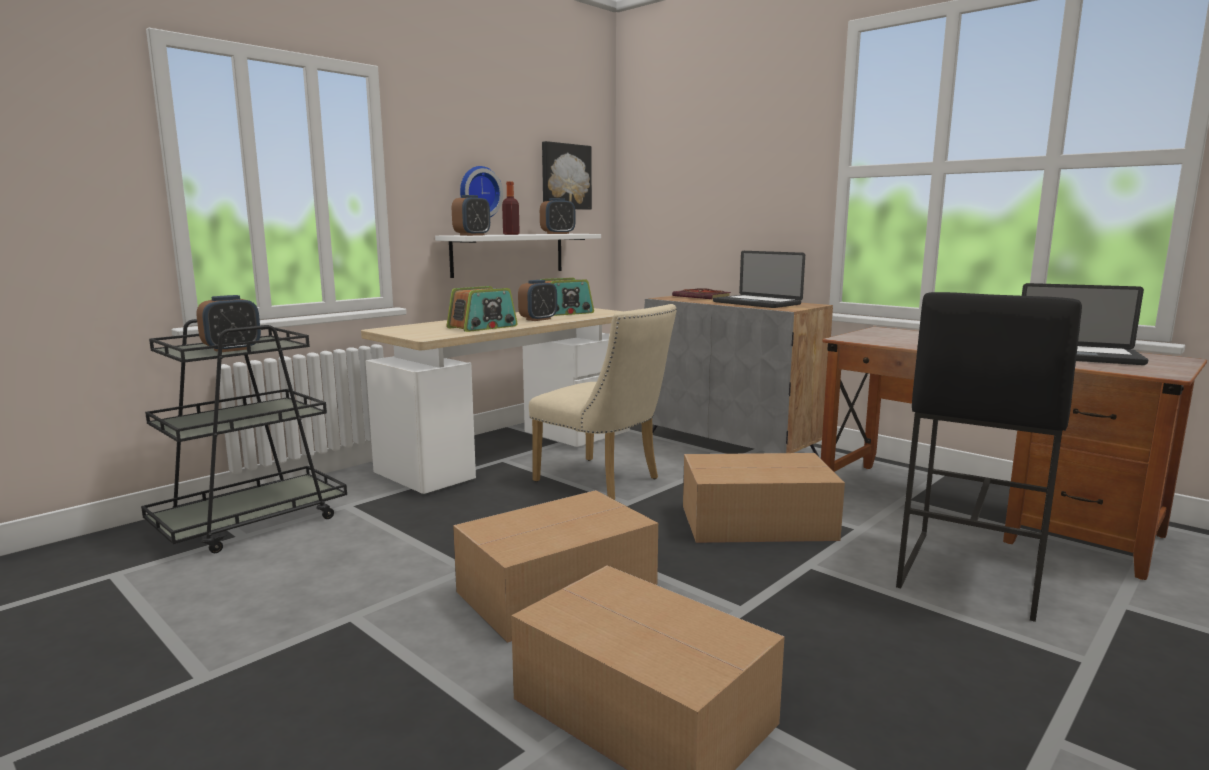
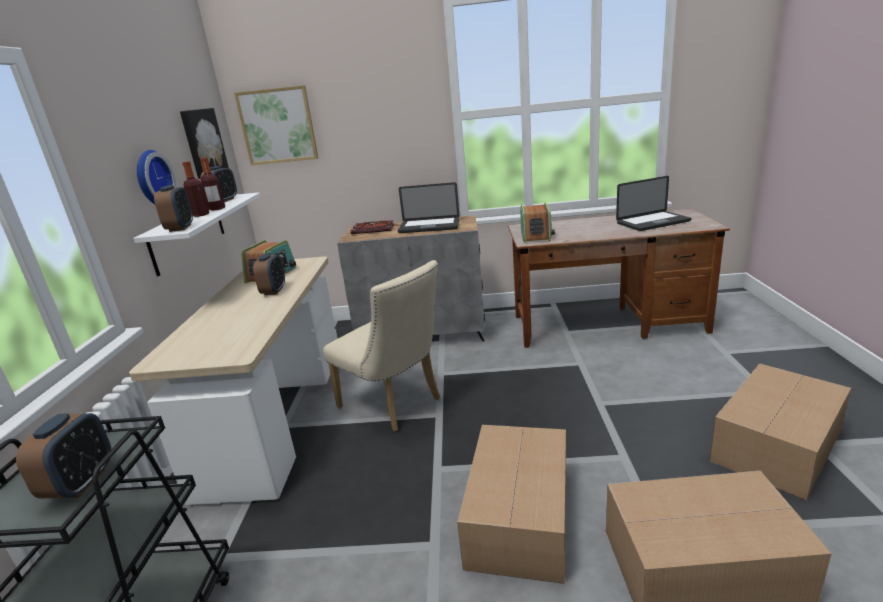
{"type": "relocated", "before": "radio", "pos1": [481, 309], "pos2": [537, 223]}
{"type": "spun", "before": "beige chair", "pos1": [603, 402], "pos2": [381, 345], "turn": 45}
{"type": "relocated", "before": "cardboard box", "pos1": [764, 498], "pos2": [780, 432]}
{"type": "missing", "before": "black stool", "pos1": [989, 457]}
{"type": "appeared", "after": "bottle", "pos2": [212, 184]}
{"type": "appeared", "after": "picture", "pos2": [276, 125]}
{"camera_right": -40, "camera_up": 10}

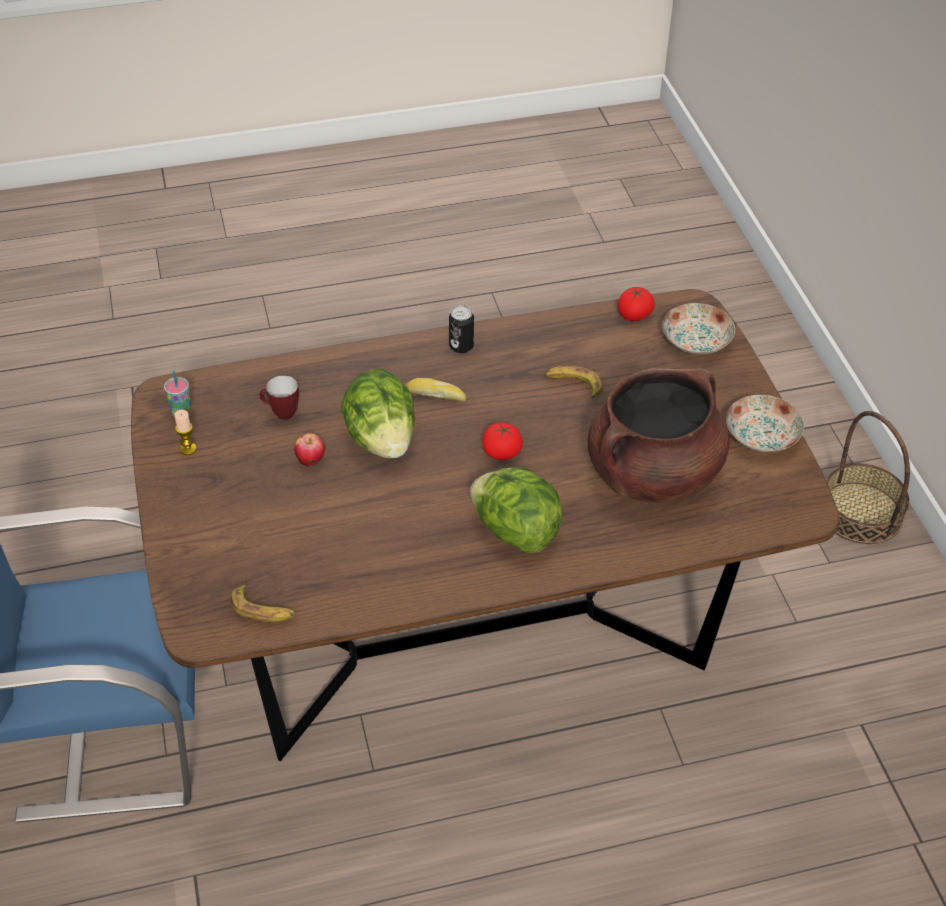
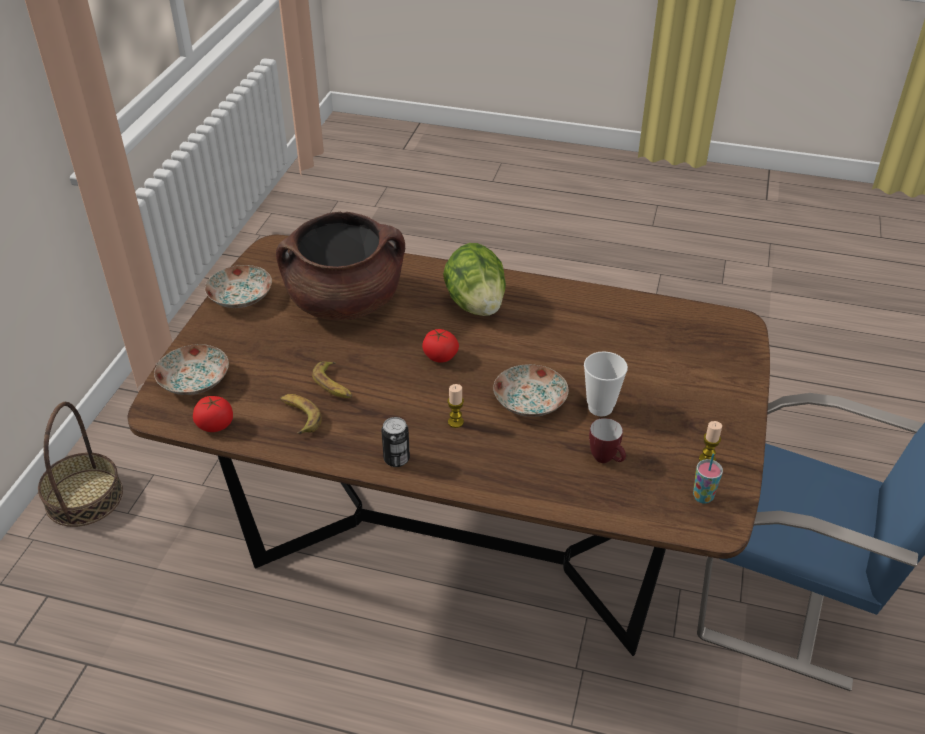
{"type": "relocated", "before": "banana", "pos1": [263, 602], "pos2": [301, 414]}
{"type": "exchanged", "before": "apple", "after": "cup", "pos1": [309, 450], "pos2": [606, 384]}
{"type": "exchanged", "before": "lettuce", "after": "plate", "pos1": [378, 414], "pos2": [531, 390]}
{"type": "exchanged", "before": "bread", "after": "candle", "pos1": [436, 390], "pos2": [455, 406]}
{"camera_right": -150, "camera_up": -5}

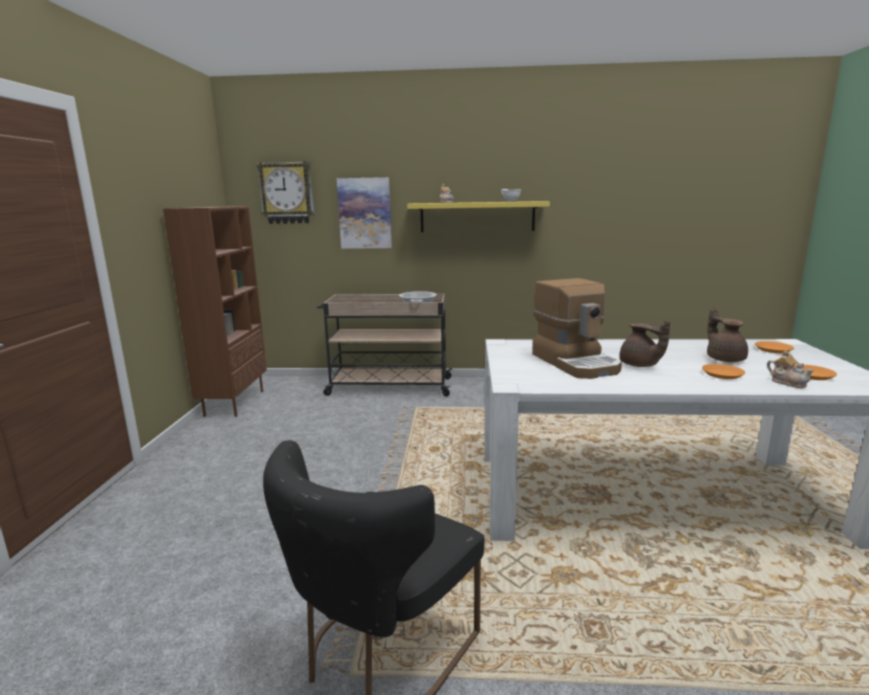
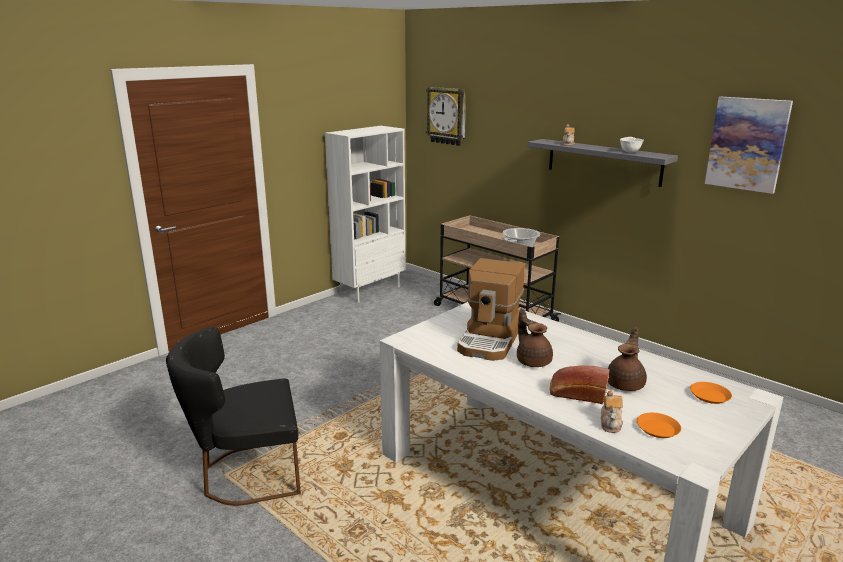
{"type": "colour", "before": "brown bookcase", "after": "white bookcase", "pos1": [215, 311], "pos2": [365, 214]}
{"type": "relocated", "before": "picture", "pos1": [364, 213], "pos2": [749, 145]}
{"type": "colour", "before": "yellow shelf", "after": "grey shelf", "pos1": [478, 216], "pos2": [602, 163]}
{"type": "spun", "before": "brown teapot", "pos1": [644, 344], "pos2": [535, 337], "turn": 150}
{"type": "exchanged", "before": "orange plate", "after": "bread", "pos1": [723, 371], "pos2": [580, 384]}
{"camera_right": 40, "camera_up": 5}

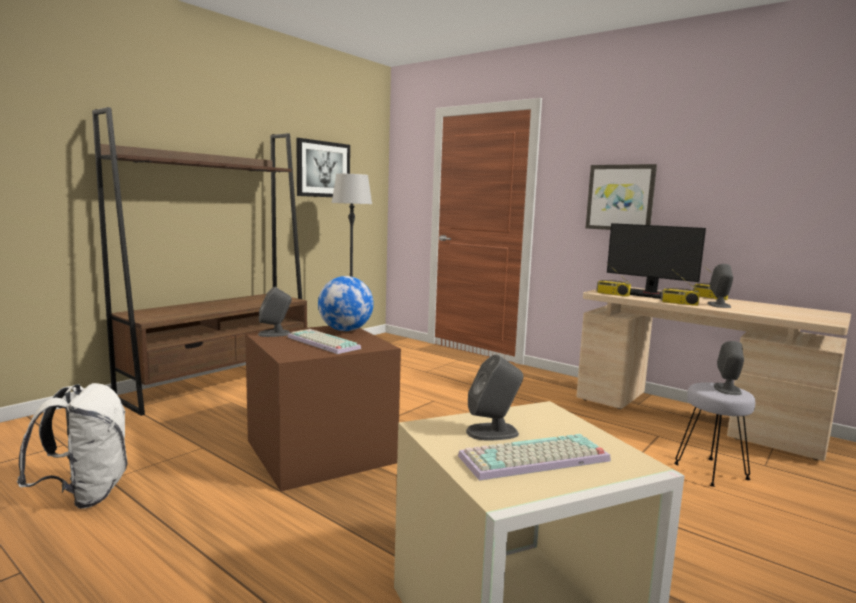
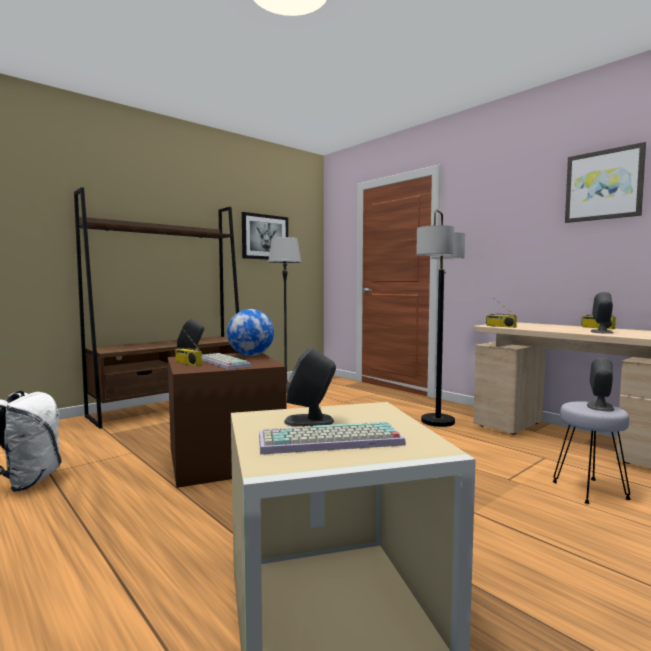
{"type": "relocated", "before": "picture", "pos1": [621, 197], "pos2": [605, 182]}
{"type": "missing", "before": "monitor", "pos1": [656, 261]}
{"type": "relocated", "before": "radio", "pos1": [680, 288], "pos2": [188, 347]}
{"type": "appeared", "after": "floor lamp", "pos2": [440, 318]}
{"camera_right": 10, "camera_up": -5}

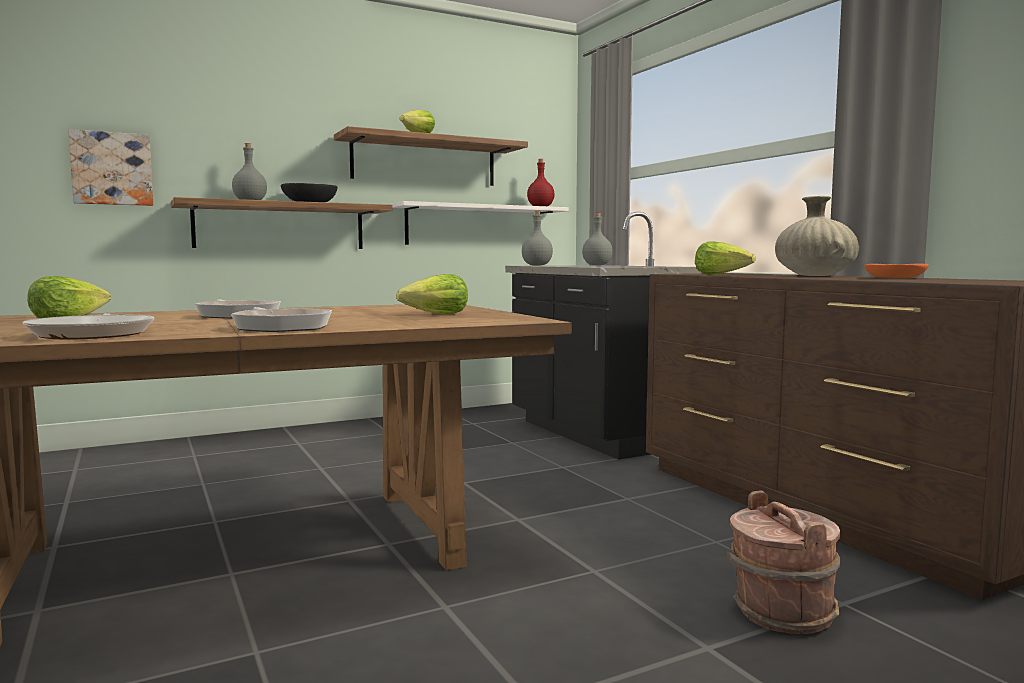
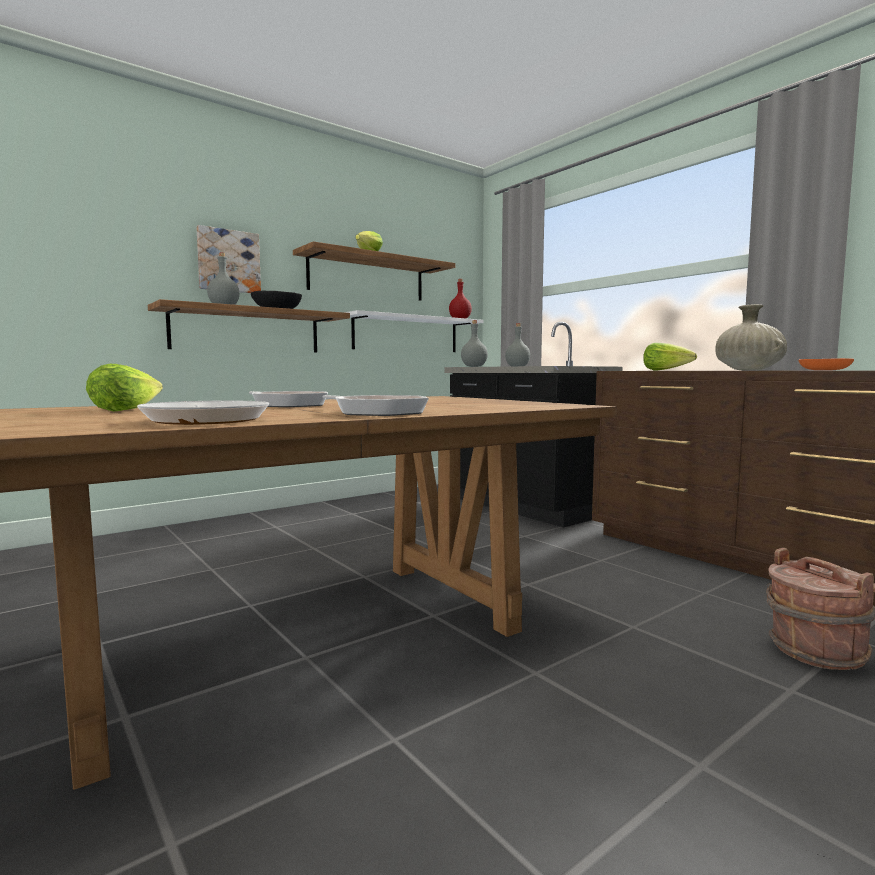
{"type": "relocated", "before": "picture", "pos1": [110, 167], "pos2": [228, 259]}
{"type": "missing", "before": "lettuce", "pos1": [432, 294]}
{"camera_right": -10, "camera_up": 0}

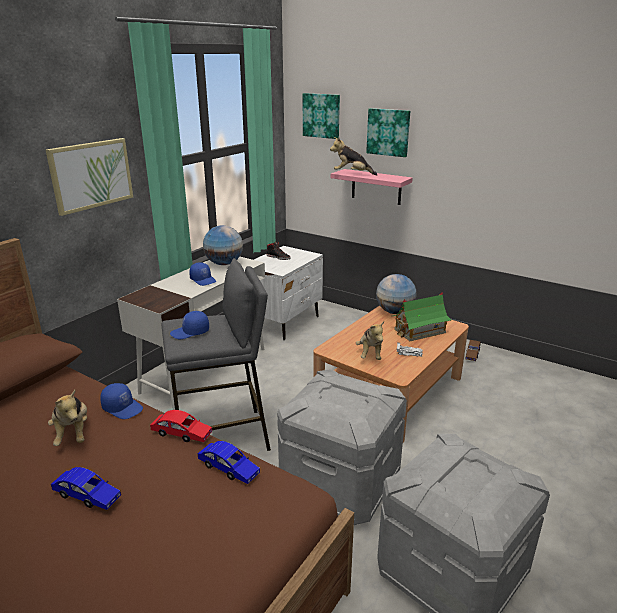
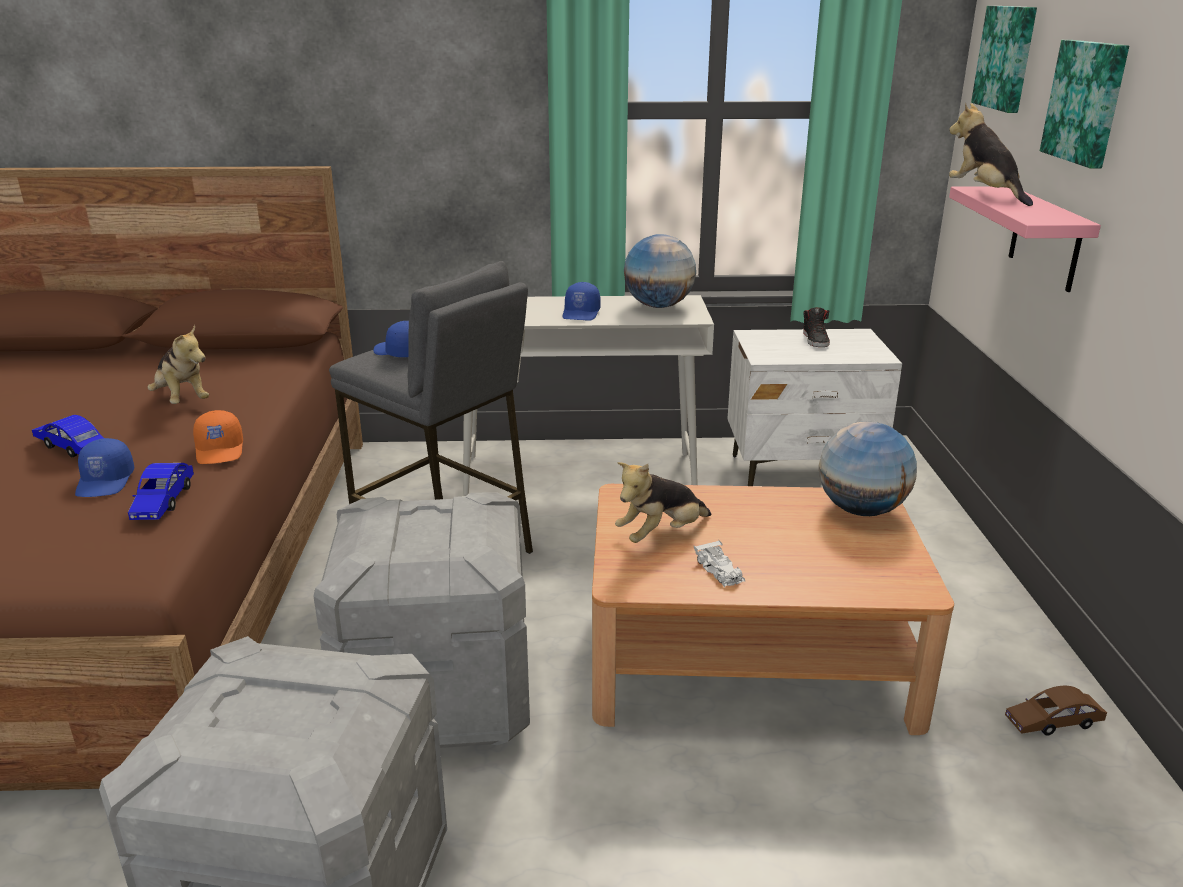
{"type": "missing", "before": "picture", "pos1": [89, 177]}
{"type": "spun", "before": "plush toy", "pos1": [67, 418], "pos2": [178, 364], "turn": -75}
{"type": "spun", "before": "blue toy car", "pos1": [86, 488], "pos2": [68, 436], "turn": 135}
{"type": "relocated", "before": "blue cap", "pos1": [121, 401], "pos2": [104, 467]}
{"type": "exchanged", "before": "red toy car", "after": "orange cap", "pos1": [181, 426], "pos2": [218, 437]}
{"type": "missing", "before": "toy house", "pos1": [422, 316]}
{"camera_right": 55, "camera_up": 0}

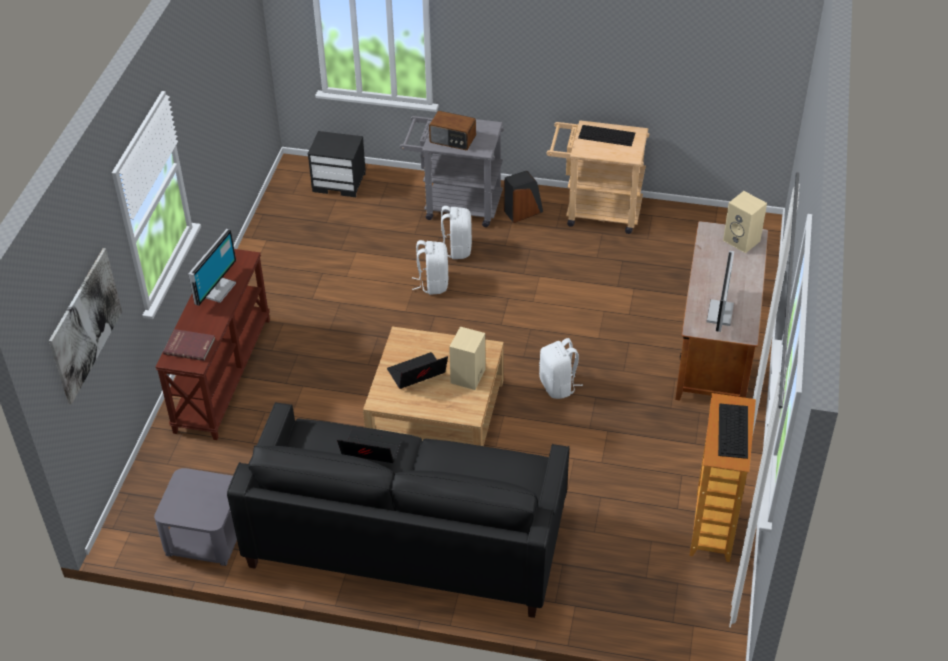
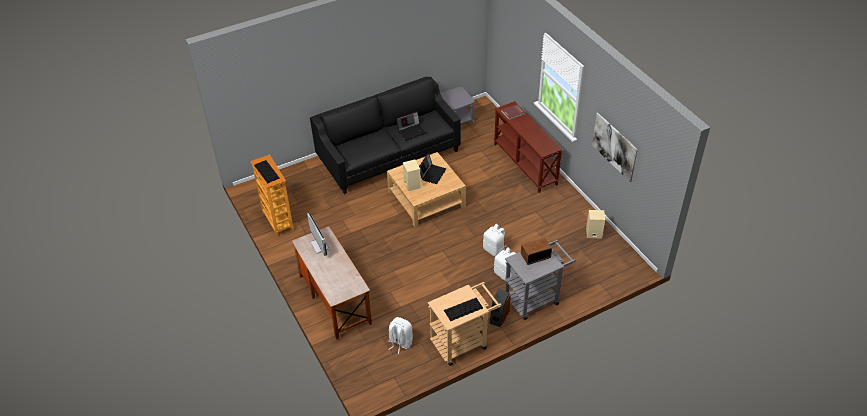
{"type": "relocated", "before": "picture", "pos1": [85, 326], "pos2": [615, 147]}
{"type": "missing", "before": "monitor", "pos1": [212, 267]}
{"type": "missing", "before": "black nightstand", "pos1": [337, 164]}
{"type": "relocated", "before": "white backpack", "pos1": [561, 368], "pos2": [401, 335]}
{"type": "relocated", "before": "beige speaker", "pos1": [745, 222], "pos2": [595, 224]}
{"camera_right": 140, "camera_up": 0}

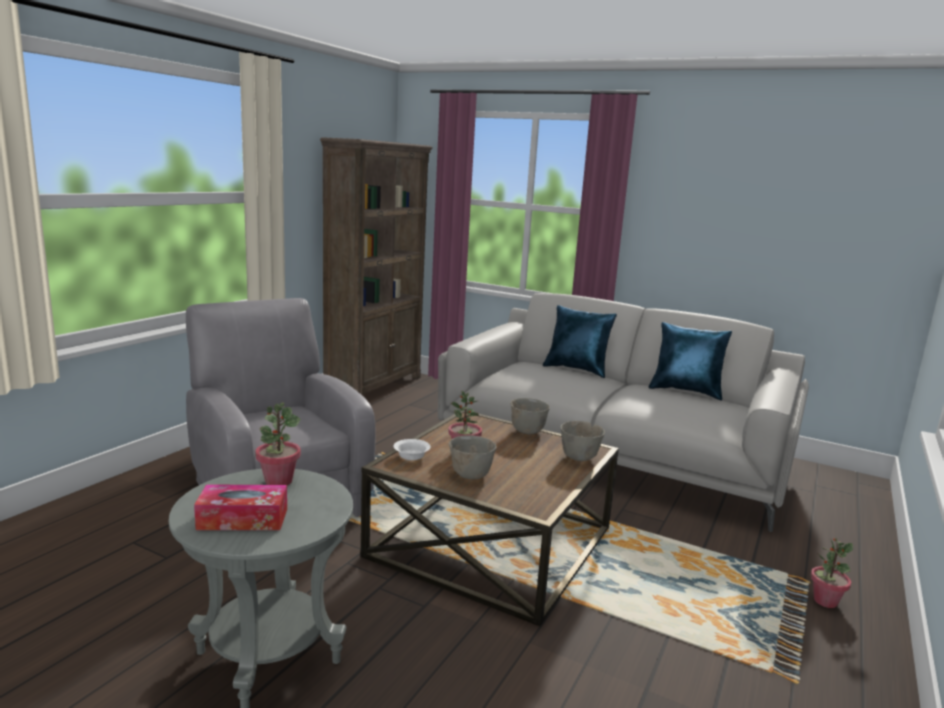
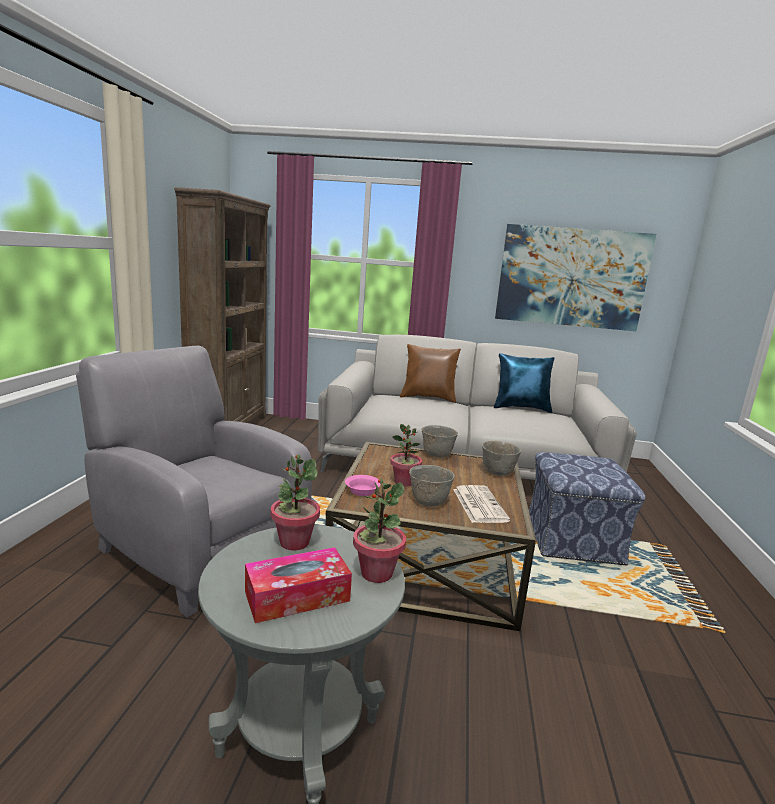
{"type": "colour", "before": "white bowl", "after": "pink bowl", "pos1": [411, 449], "pos2": [363, 485]}
{"type": "colour", "before": "blue pillow", "after": "brown pillow", "pos1": [580, 341], "pos2": [430, 373]}
{"type": "relocated", "before": "potted plant", "pos1": [832, 573], "pos2": [379, 531]}
{"type": "appeared", "after": "newspaper", "pos2": [481, 504]}
{"type": "appeared", "after": "picture", "pos2": [575, 277]}
{"type": "appeared", "after": "ottoman", "pos2": [587, 508]}
{"camera_right": -20, "camera_up": 0}

